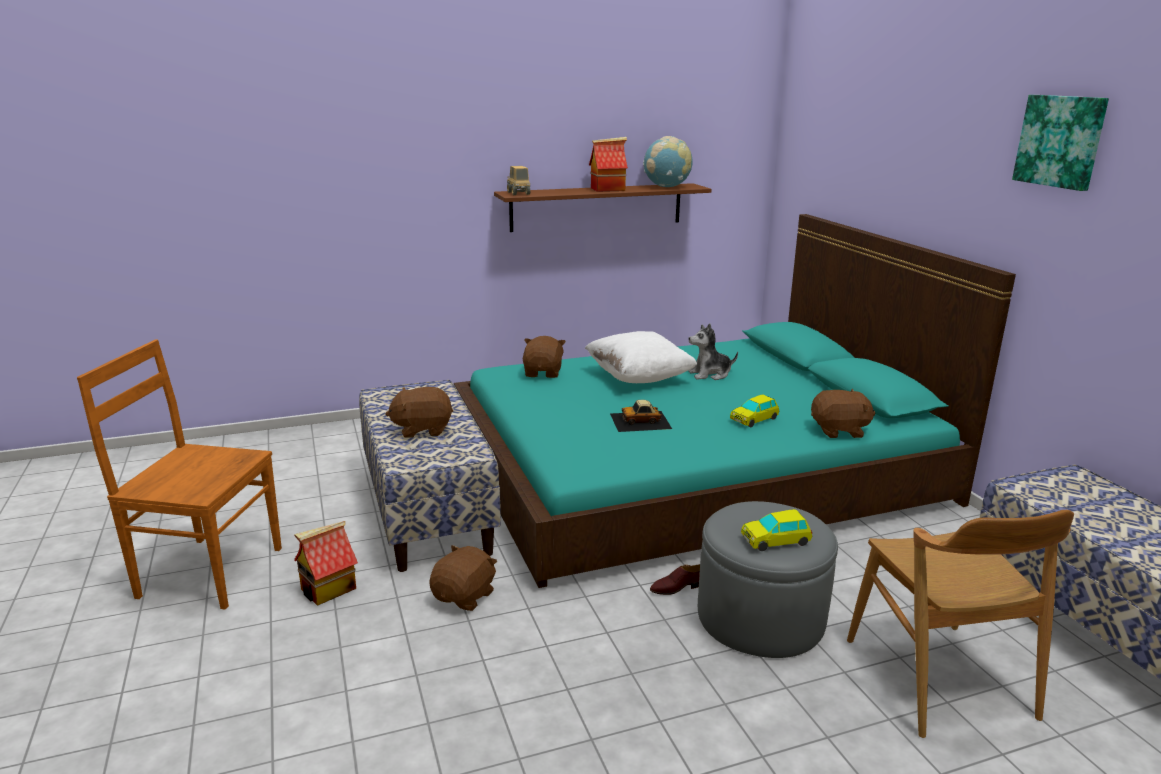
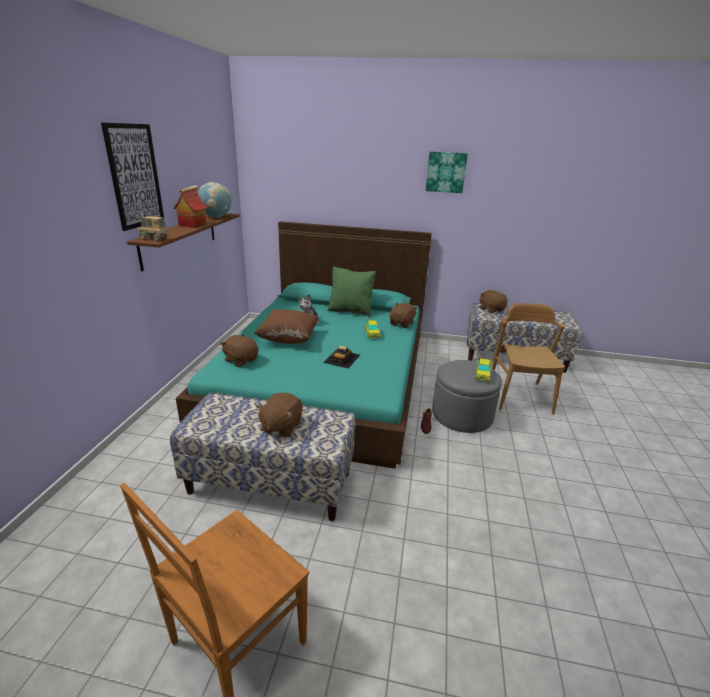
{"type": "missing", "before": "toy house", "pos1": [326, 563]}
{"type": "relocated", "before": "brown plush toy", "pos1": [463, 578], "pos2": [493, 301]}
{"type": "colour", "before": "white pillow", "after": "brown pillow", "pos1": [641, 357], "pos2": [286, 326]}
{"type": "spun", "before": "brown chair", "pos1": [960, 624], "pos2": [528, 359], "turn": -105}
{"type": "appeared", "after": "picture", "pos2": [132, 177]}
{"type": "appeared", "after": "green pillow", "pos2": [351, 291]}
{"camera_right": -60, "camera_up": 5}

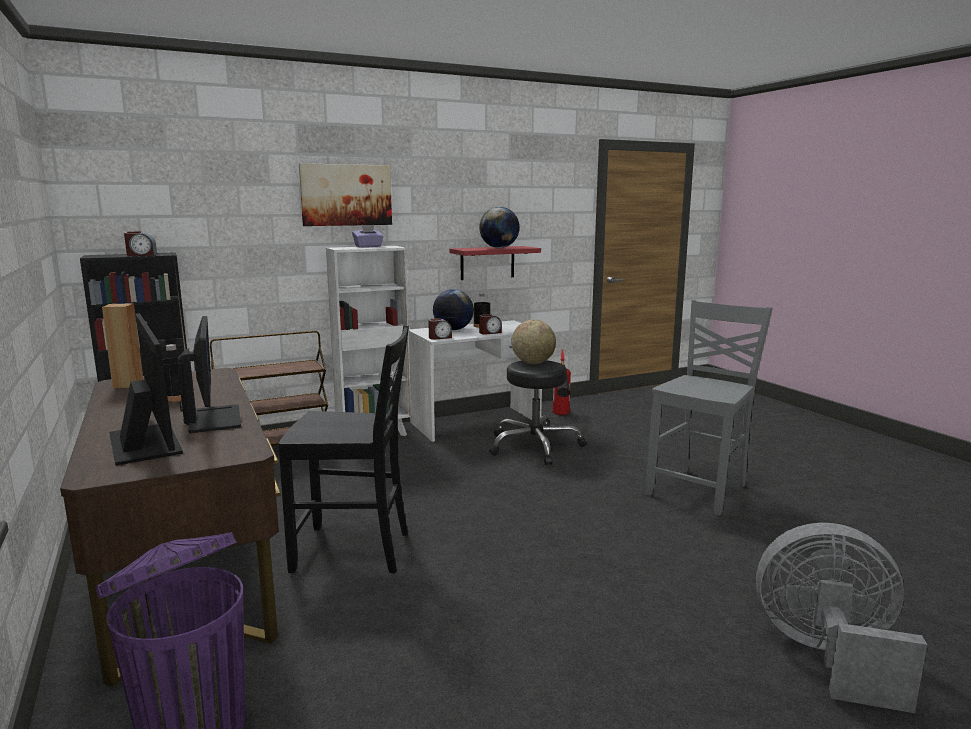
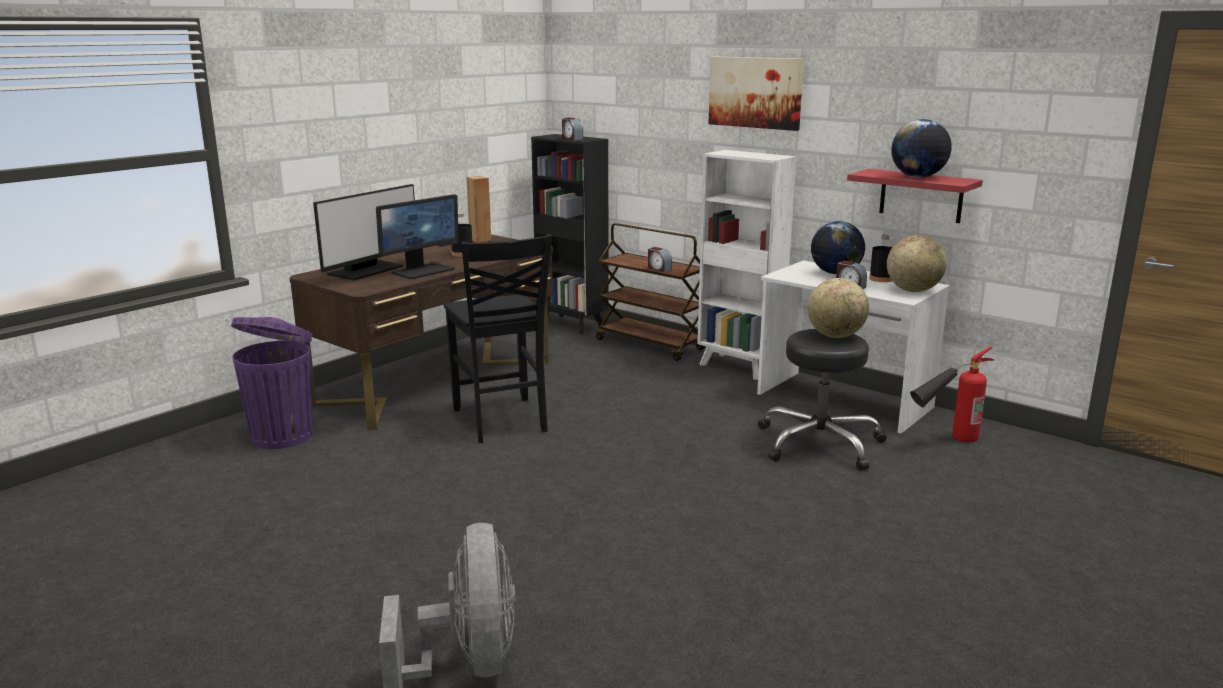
{"type": "missing", "before": "purple tissue box", "pos1": [368, 236]}
{"type": "relocated", "before": "alarm clock", "pos1": [440, 329], "pos2": [660, 259]}
{"type": "missing", "before": "grey chair", "pos1": [709, 408]}
{"type": "appeared", "after": "globe", "pos2": [917, 263]}
{"camera_right": 65, "camera_up": 5}

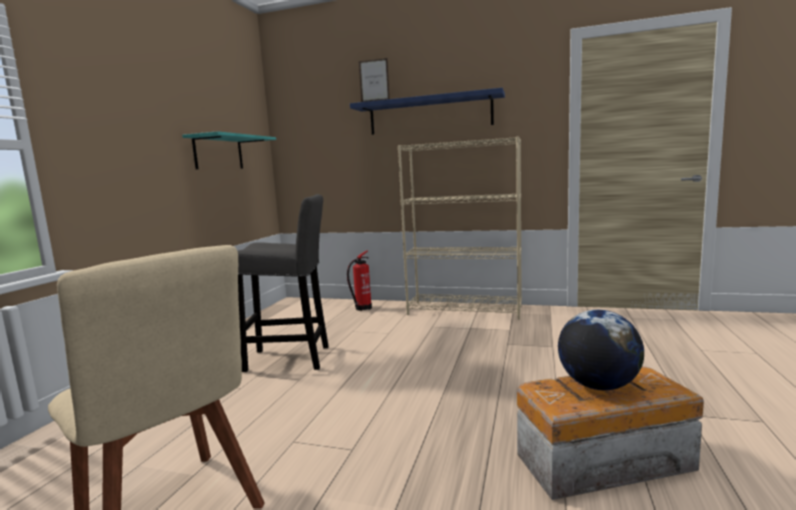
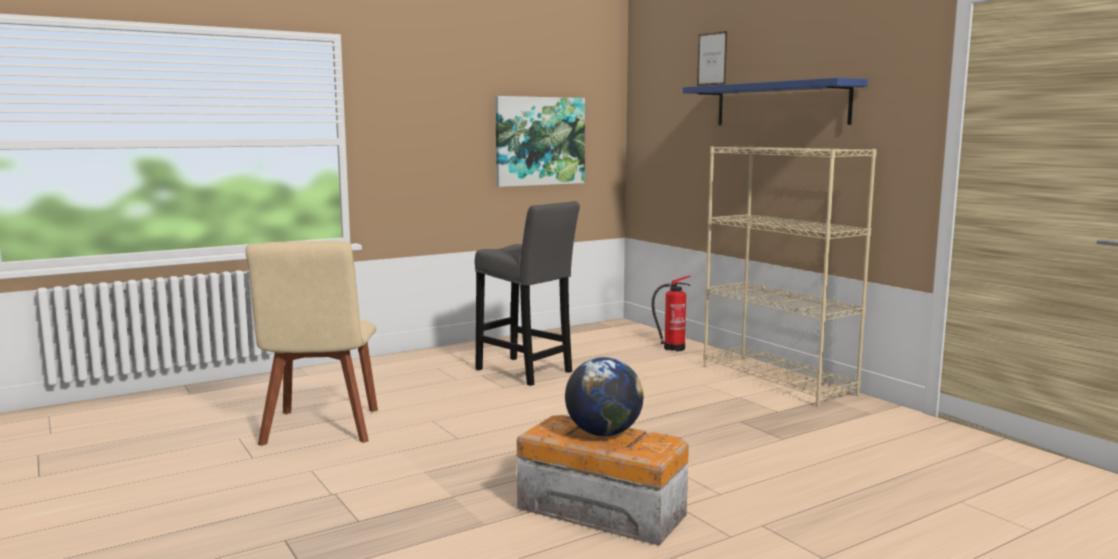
{"type": "exchanged", "before": "turquoise shelf", "after": "picture", "pos1": [229, 150], "pos2": [540, 141]}
{"camera_right": 40, "camera_up": 0}

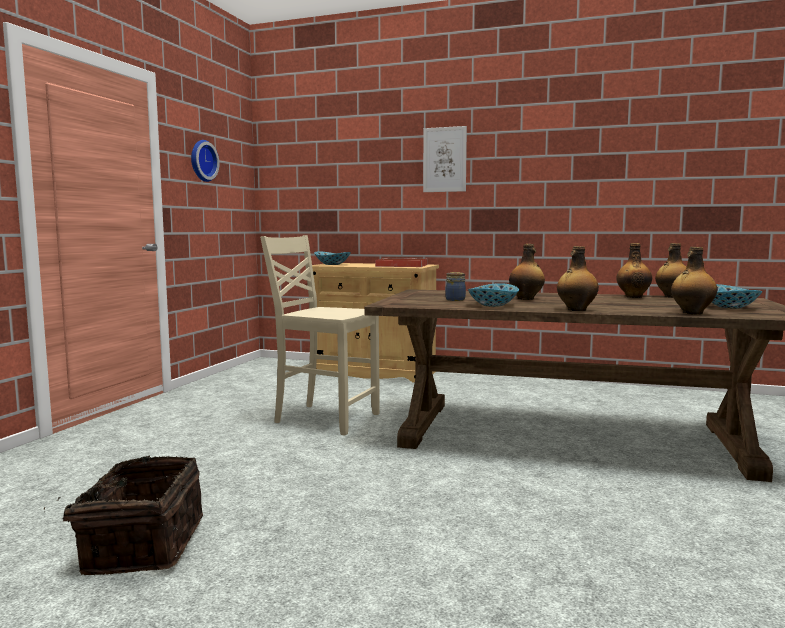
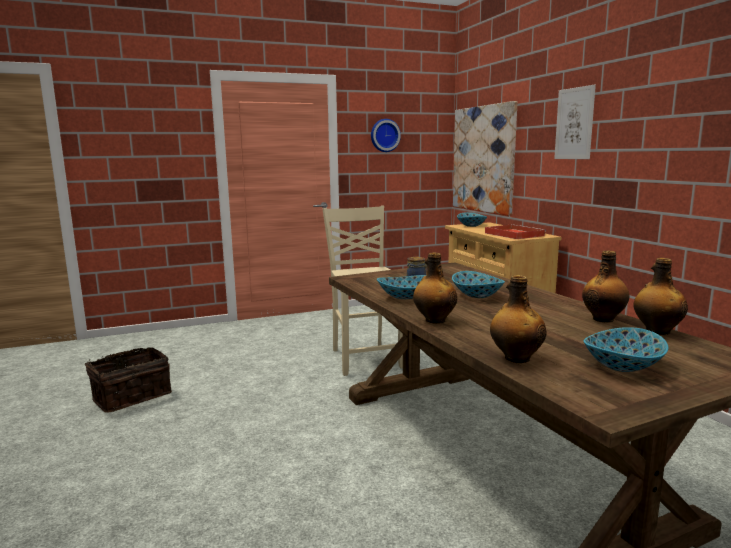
{"type": "exchanged", "before": "bottle", "after": "bowl", "pos1": [527, 272], "pos2": [478, 284]}
{"type": "appeared", "after": "picture", "pos2": [485, 158]}
{"camera_right": 50, "camera_up": 5}

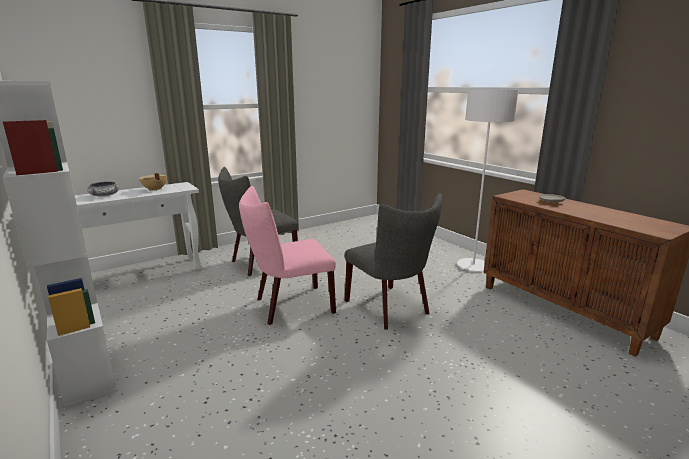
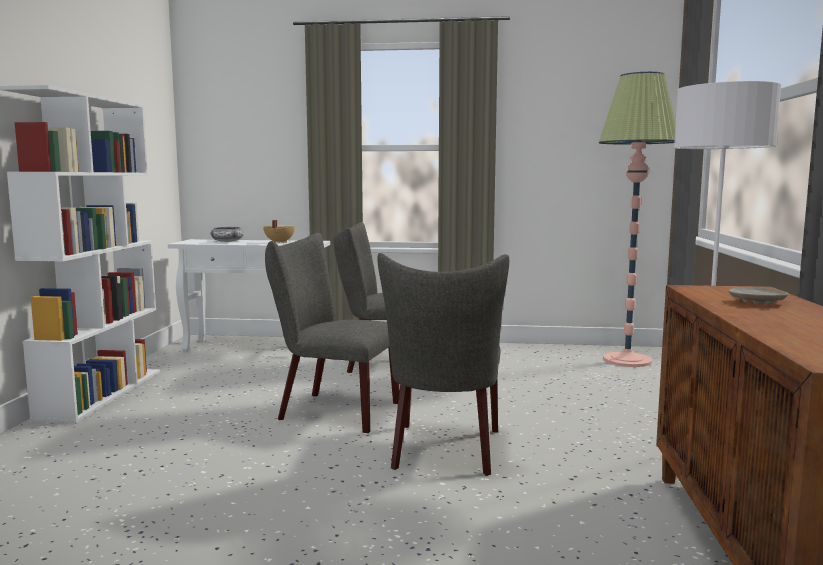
{"type": "colour", "before": "pink chair", "after": "grey chair", "pos1": [287, 255], "pos2": [332, 333]}
{"type": "appeared", "after": "floor lamp", "pos2": [637, 219]}
{"camera_right": 40, "camera_up": -10}

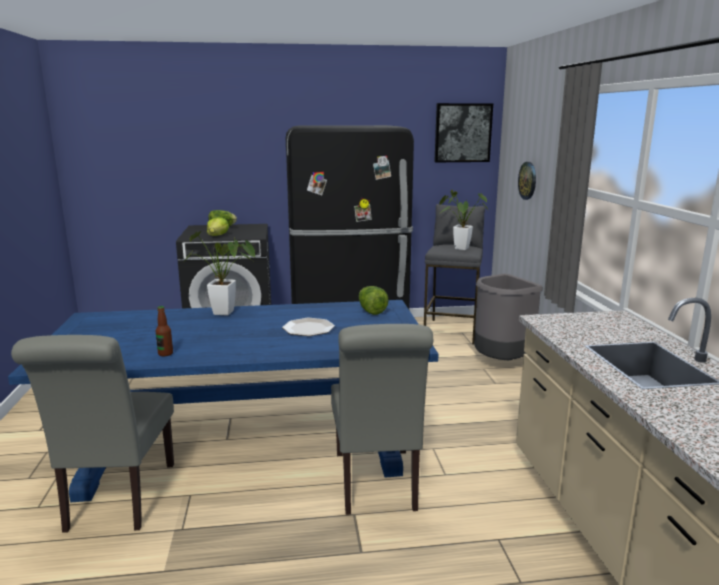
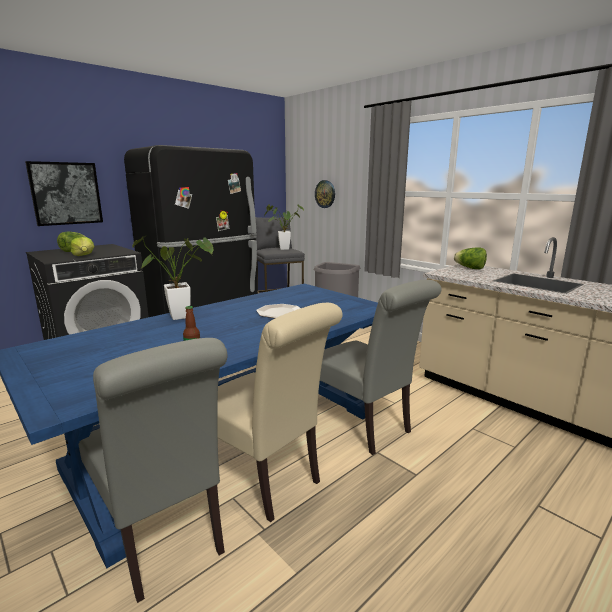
{"type": "relocated", "before": "lettuce", "pos1": [374, 300], "pos2": [470, 258]}
{"type": "relocated", "before": "picture", "pos1": [463, 132], "pos2": [64, 193]}
{"type": "appeared", "after": "beige chair", "pos2": [280, 413]}
{"camera_right": -35, "camera_up": 0}

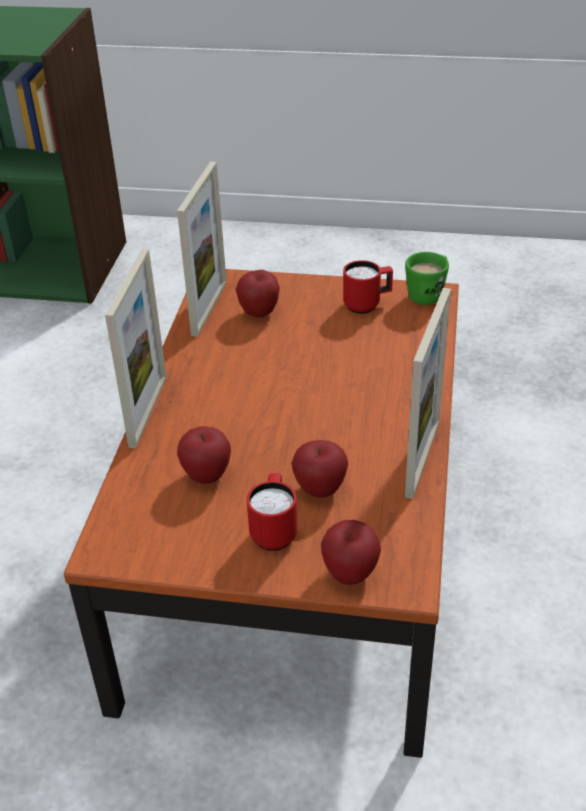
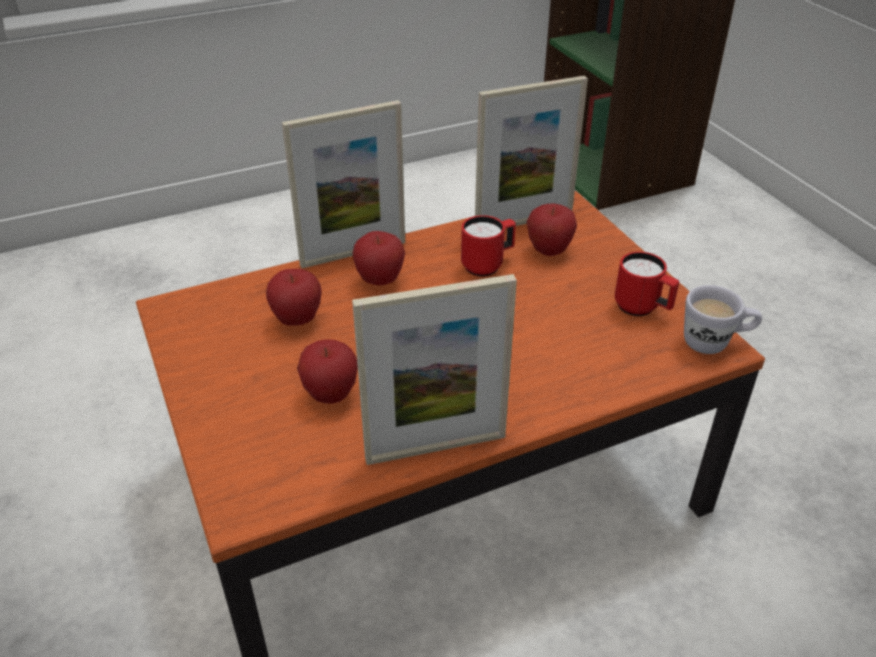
{"type": "relocated", "before": "red mug", "pos1": [272, 512], "pos2": [488, 246]}
{"type": "relocated", "before": "apple", "pos1": [351, 552], "pos2": [378, 258]}
{"type": "colour", "before": "green mug", "after": "white mug", "pos1": [427, 278], "pos2": [723, 319]}
{"camera_right": 55, "camera_up": 0}

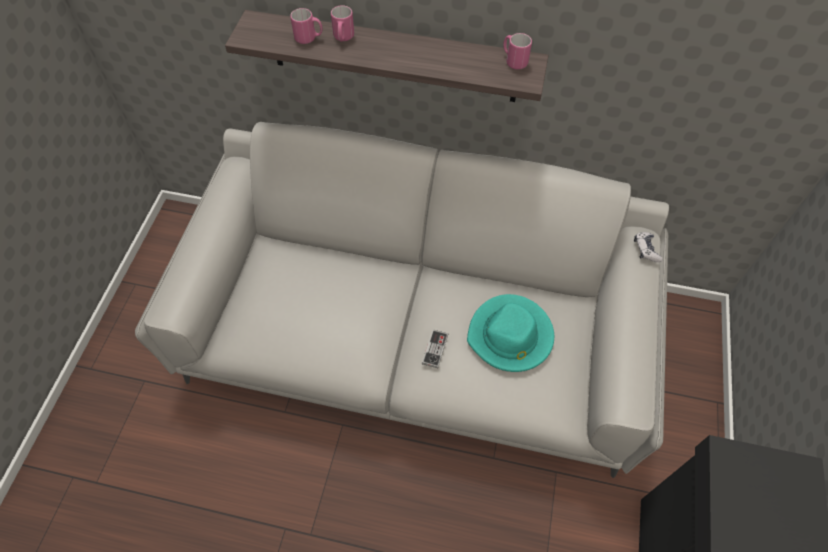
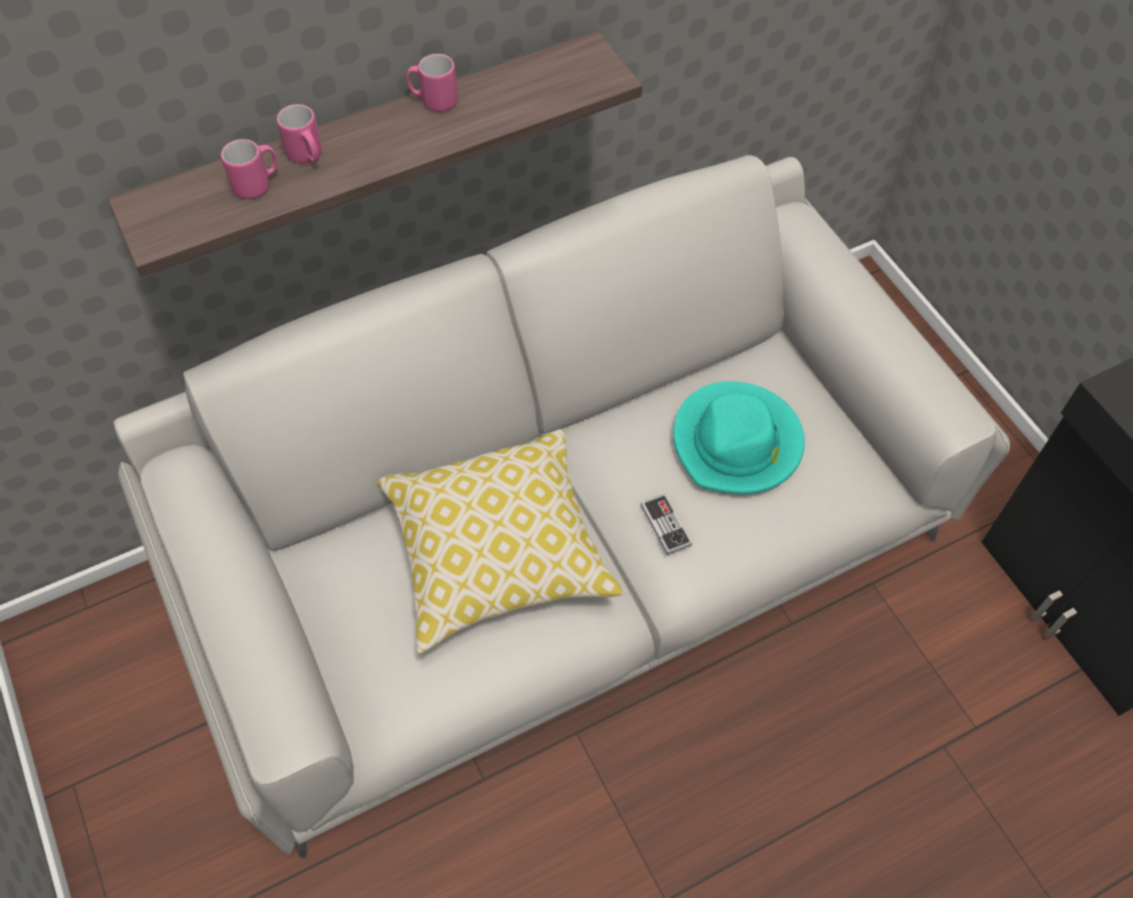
{"type": "relocated", "before": "pink mug", "pos1": [517, 51], "pos2": [432, 83]}
{"type": "missing", "before": "game controller", "pos1": [648, 247]}
{"type": "appeared", "after": "pillow", "pos2": [500, 541]}
{"camera_right": -40, "camera_up": 0}

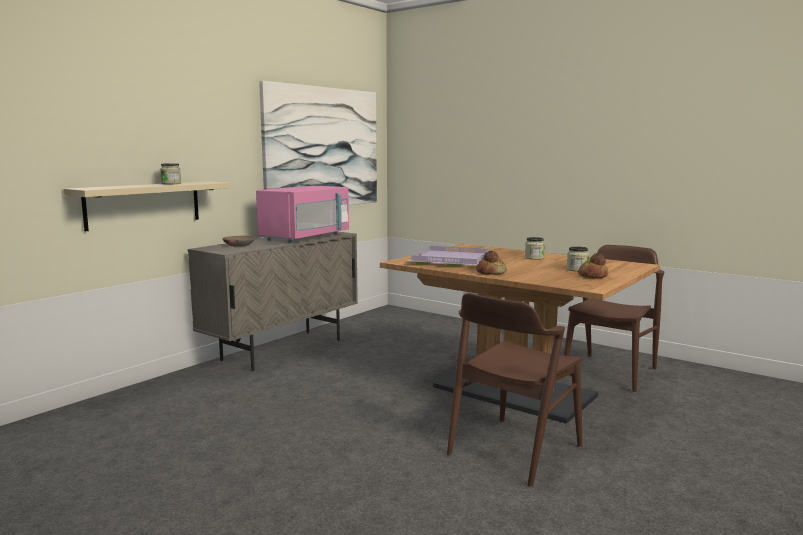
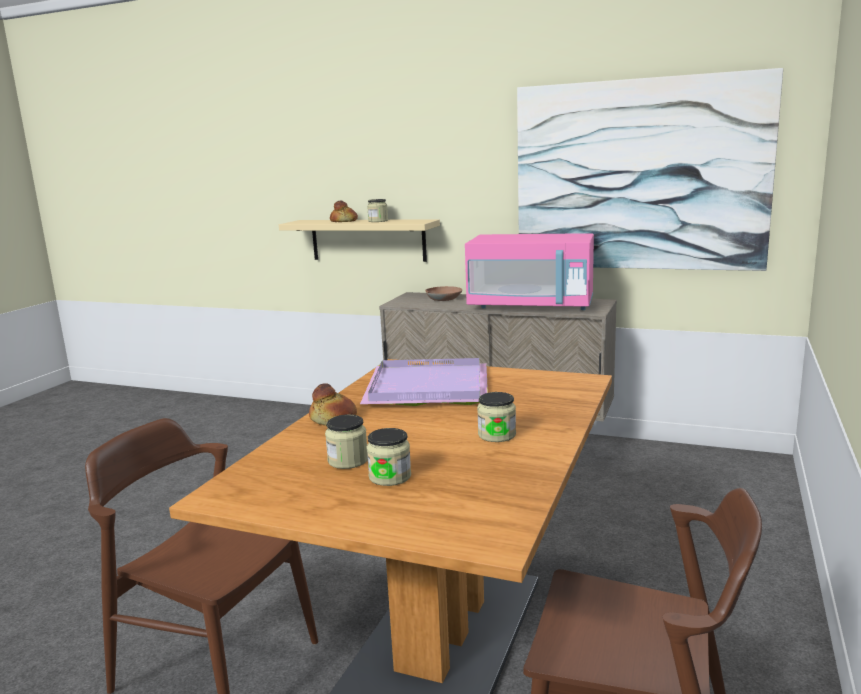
{"type": "relocated", "before": "bread", "pos1": [593, 266], "pos2": [344, 211]}
{"type": "appeared", "after": "jar", "pos2": [346, 441]}
{"camera_right": 75, "camera_up": 5}

